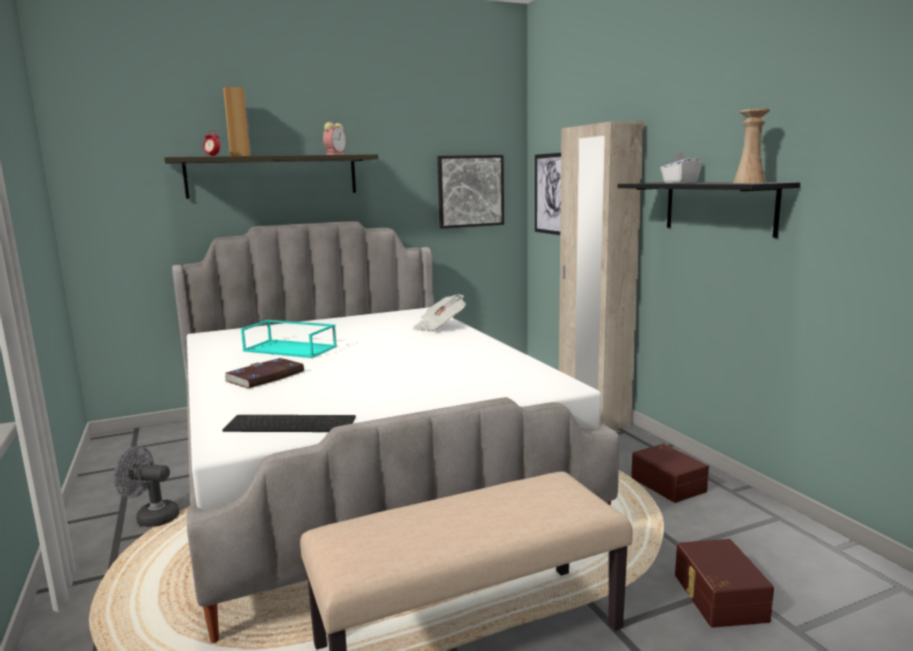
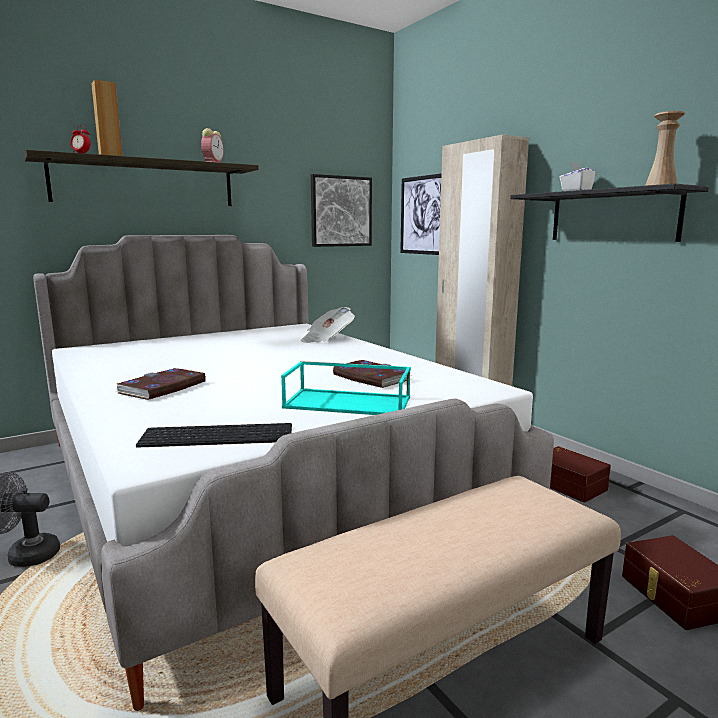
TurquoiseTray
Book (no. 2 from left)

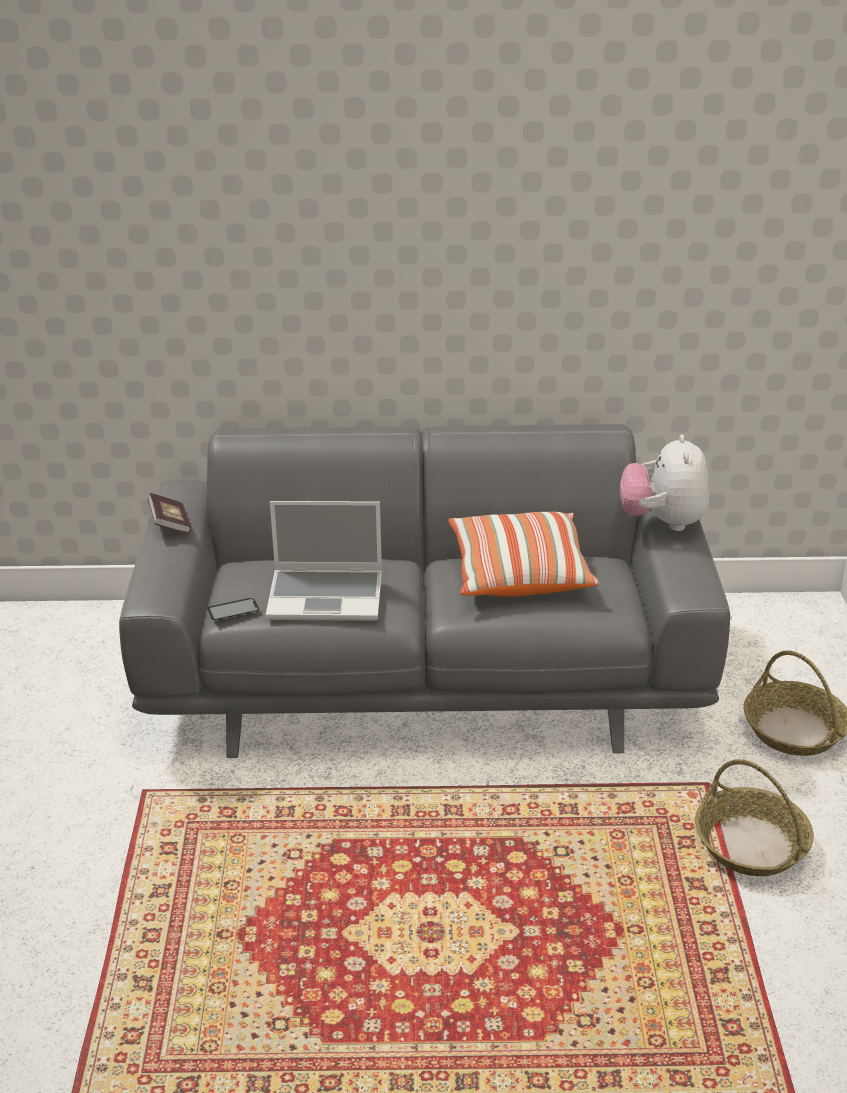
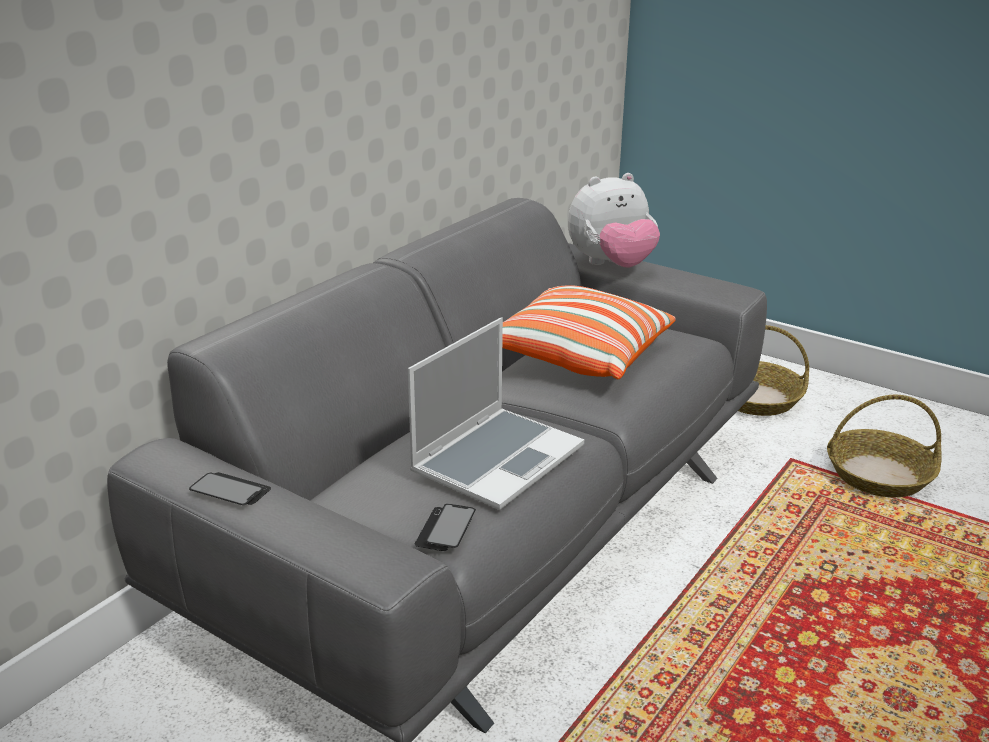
Phone (no. 1 from left)
PlushToy

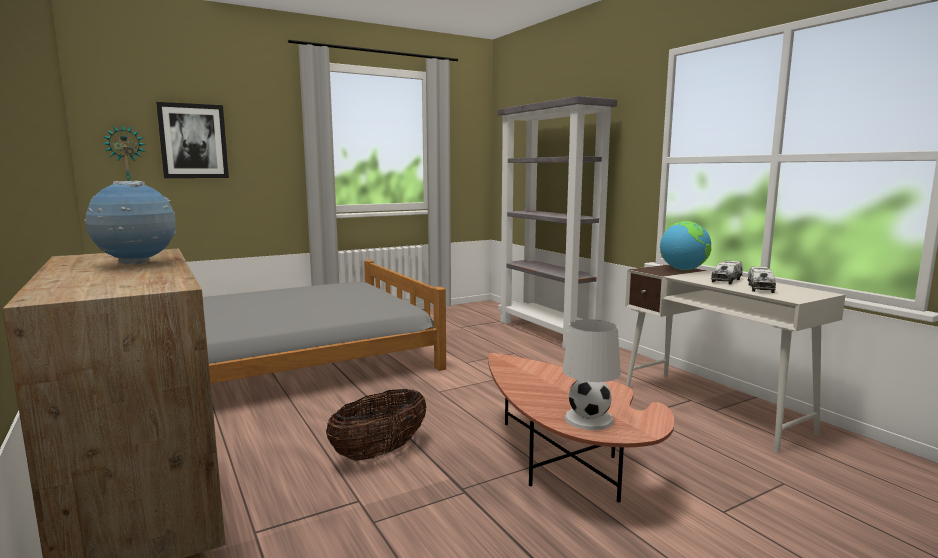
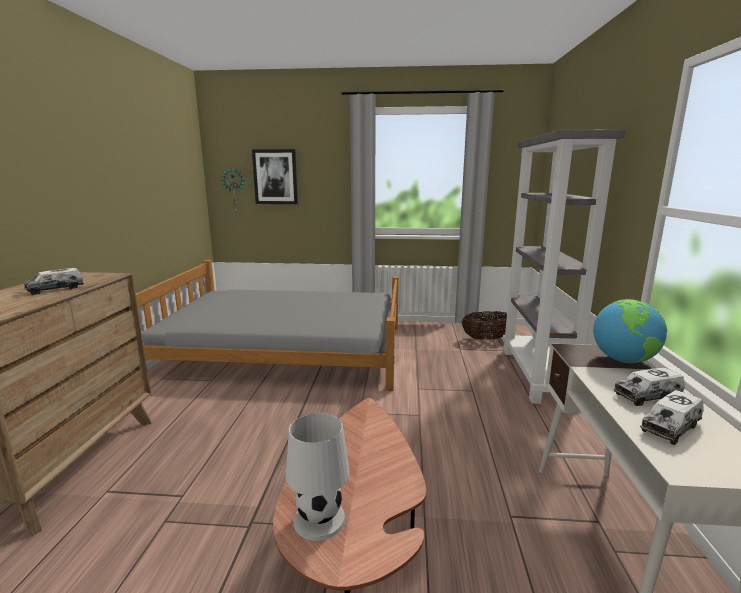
ToyTruck (no. 1 from left)
Basket

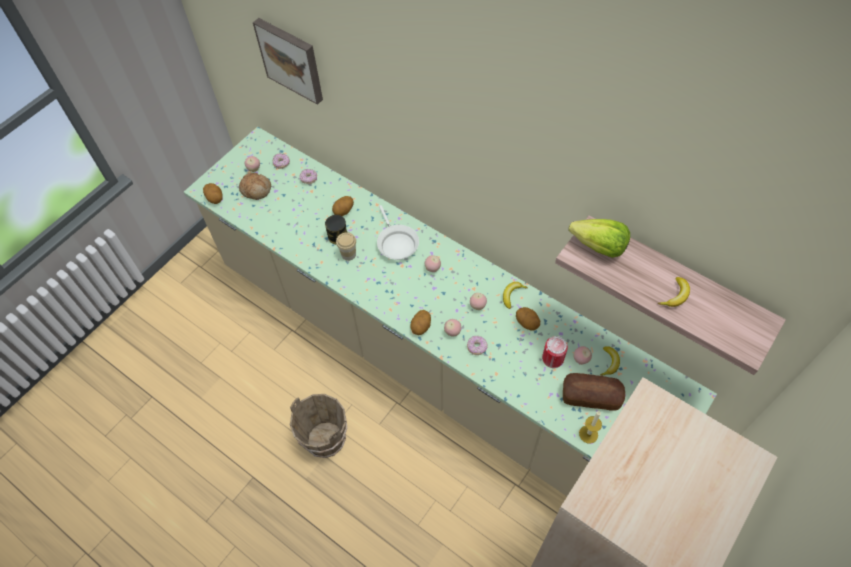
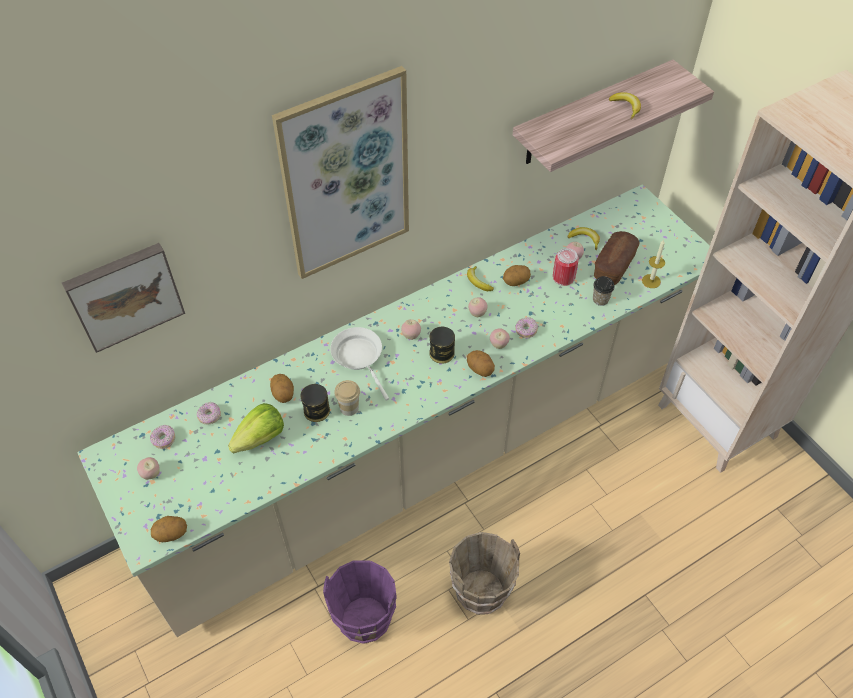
Lettuce
Picture (no. 2 from left)
PurpleBucket
WhiteFryingPan
Can (no. 2 from left)
Cup (no. 2 from left)
Bread (no. 1 from left in the first image)

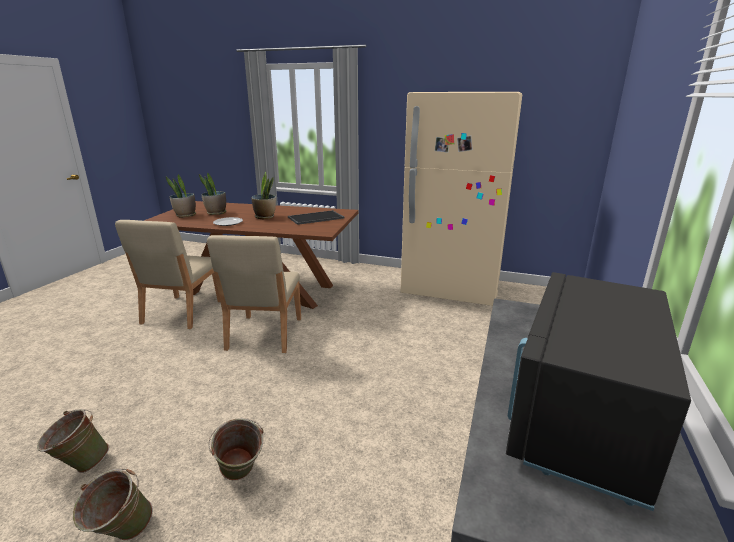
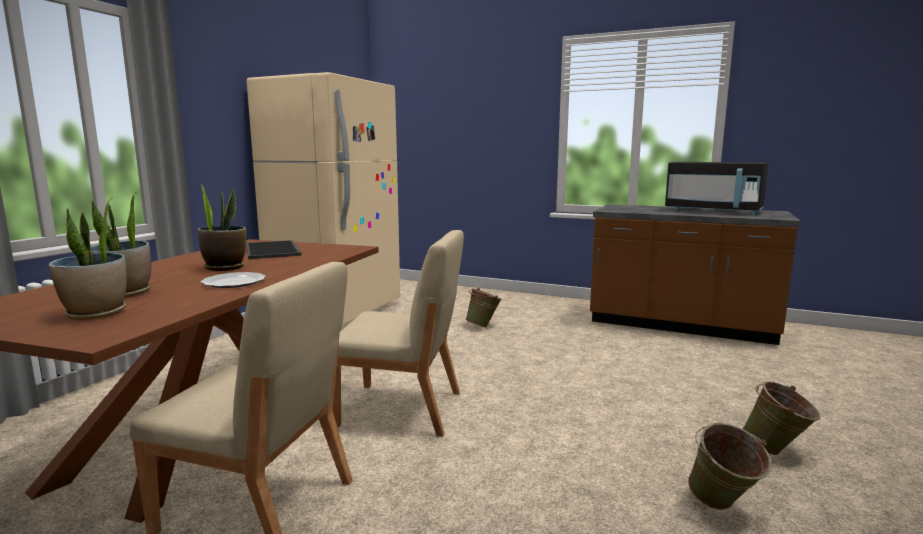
GreenBucket (no. 1 from left)

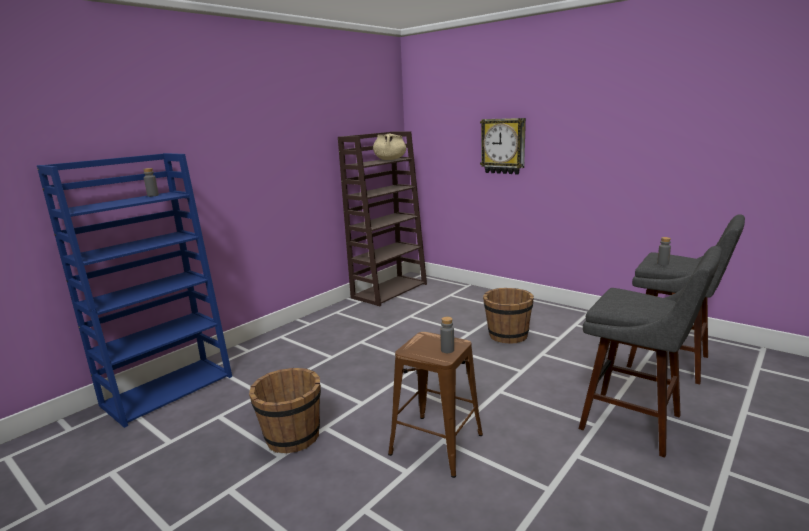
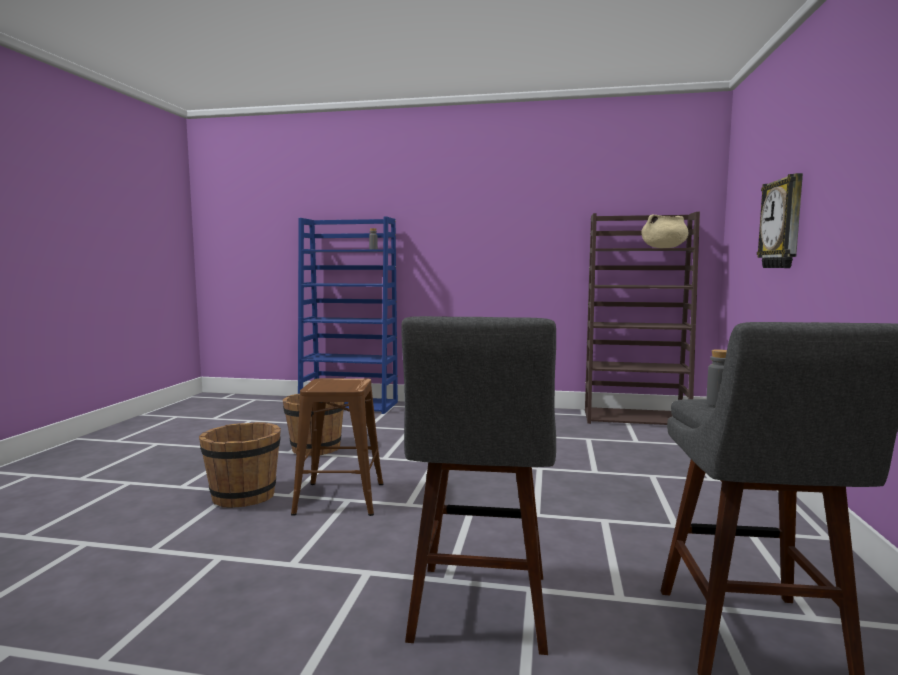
BrownBucket (no. 1 from left)
GreyBottle (no. 2 from left in the first image)

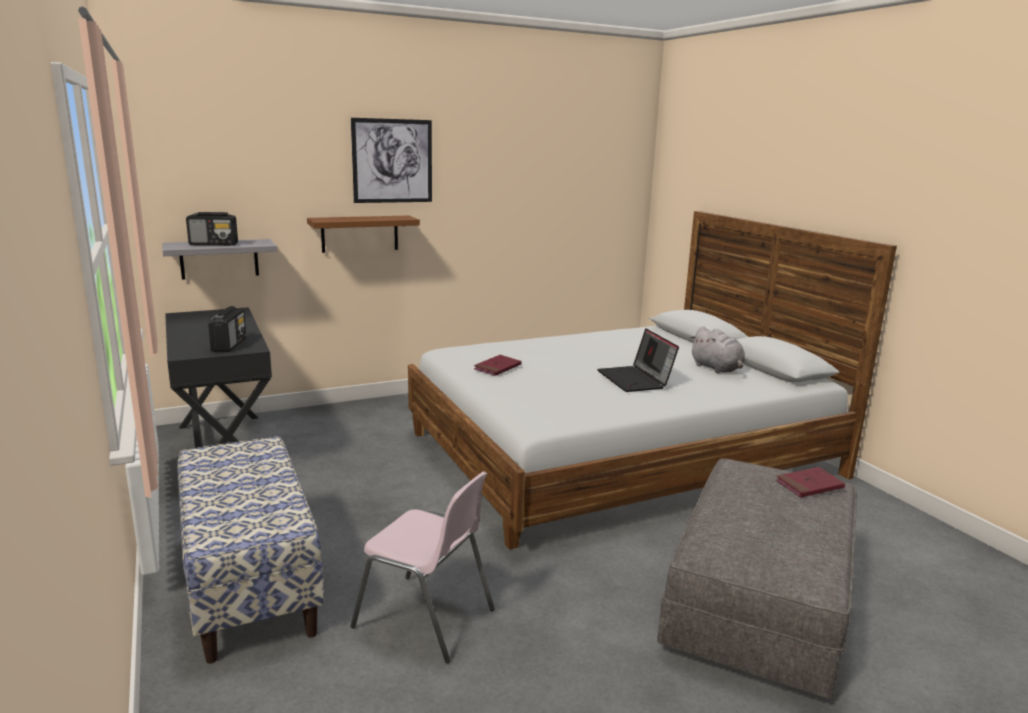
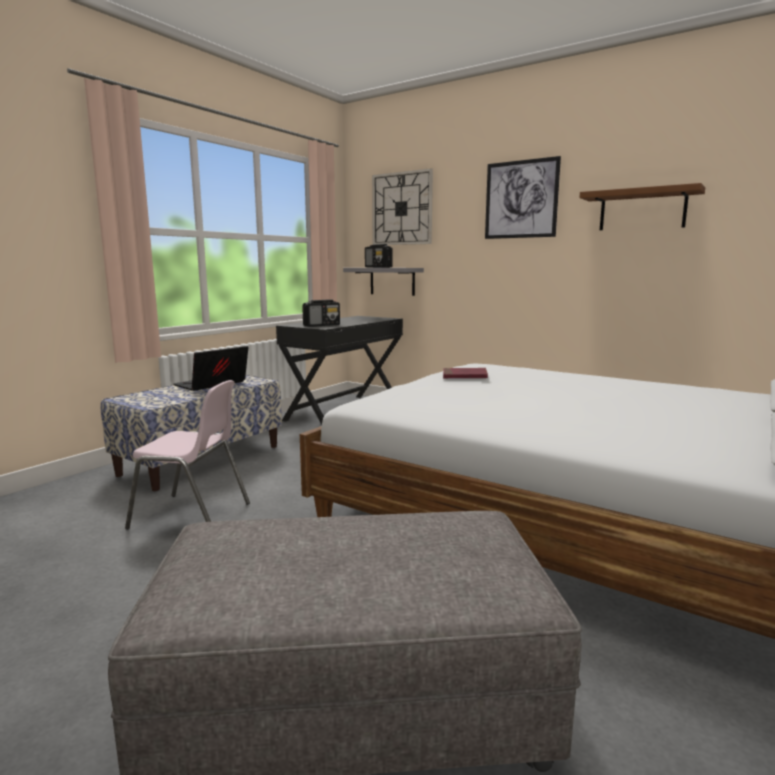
PinkChair
Laptop
WallClock
BrownShelf
GreyPlushToy
RedBook (no. 2 from left in the first image)

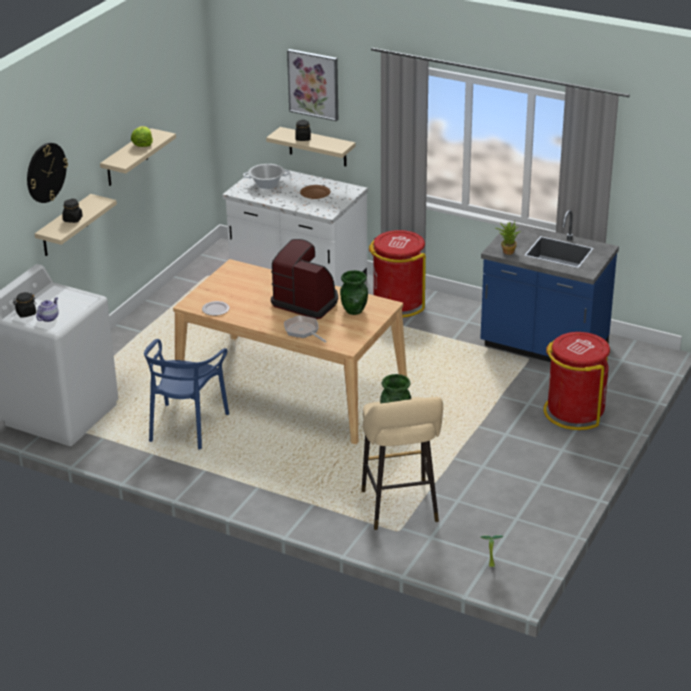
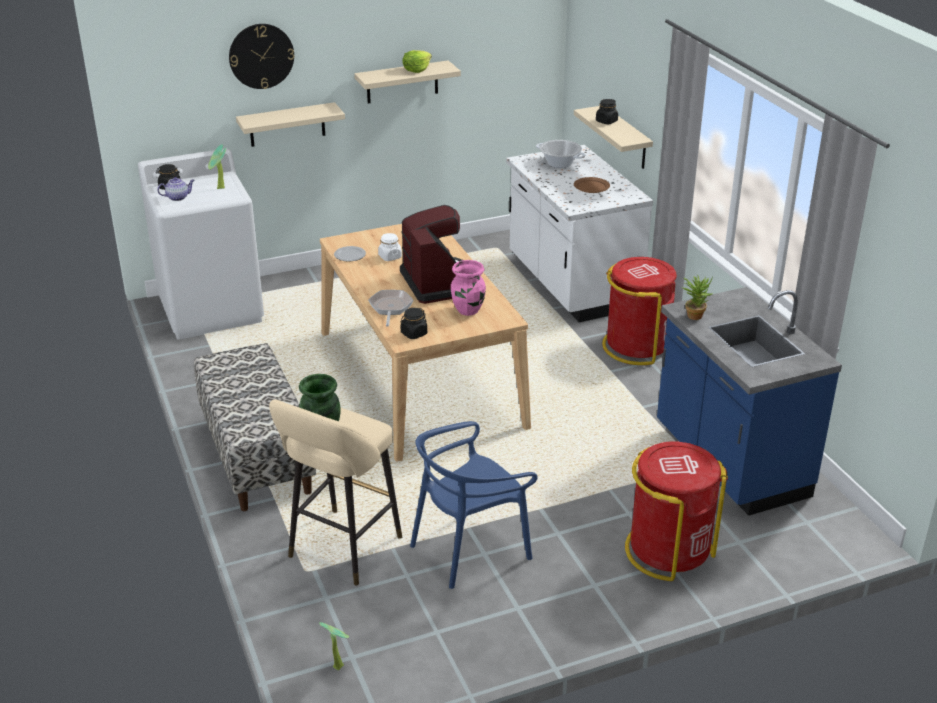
Bench
PottedPlant (no. 1 from left)
WhiteJar
BlackJar (no. 2 from left)
BlueChair
PinkVase
Picture

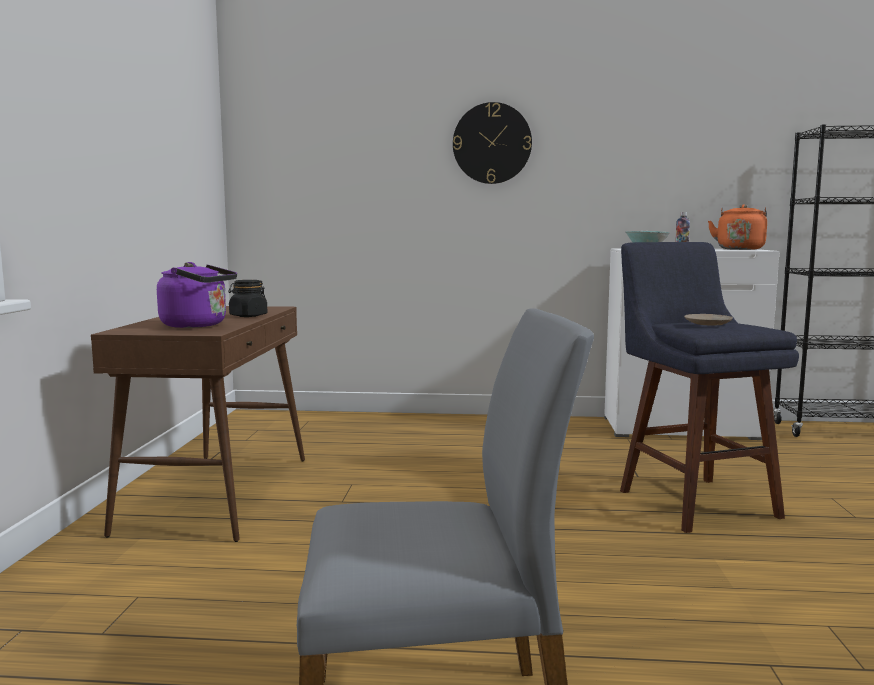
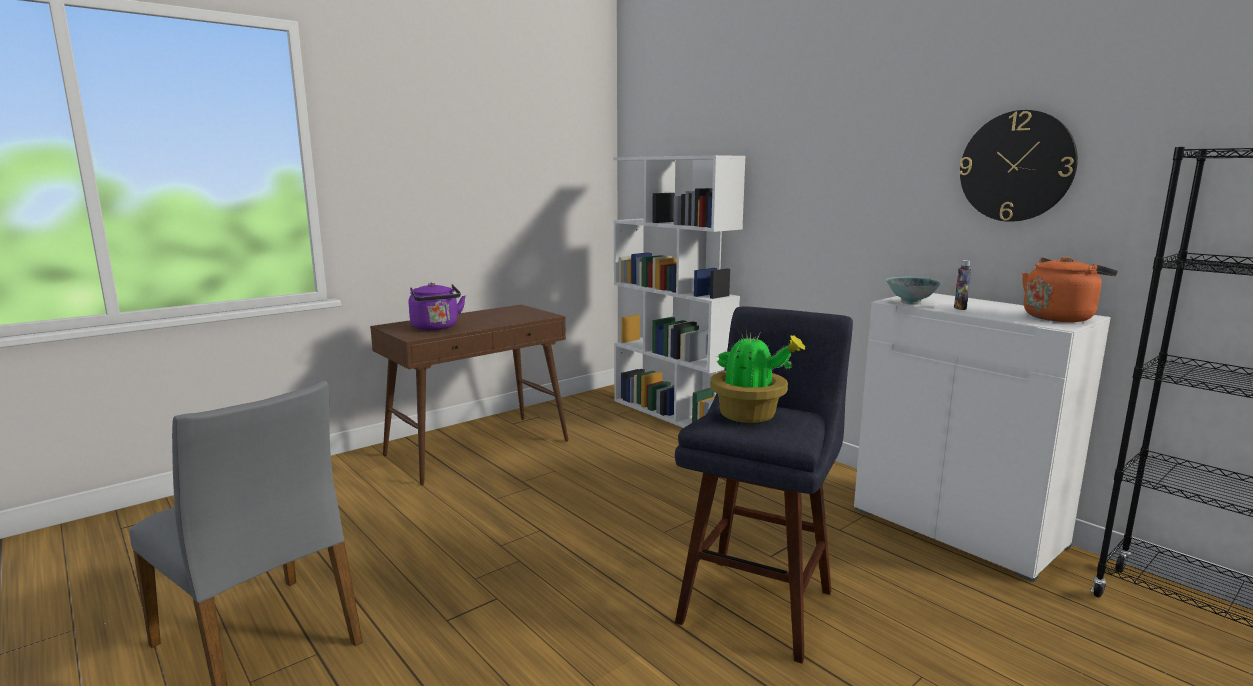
WhiteBookcase
PottedPlant
WallClock
BlackJar

